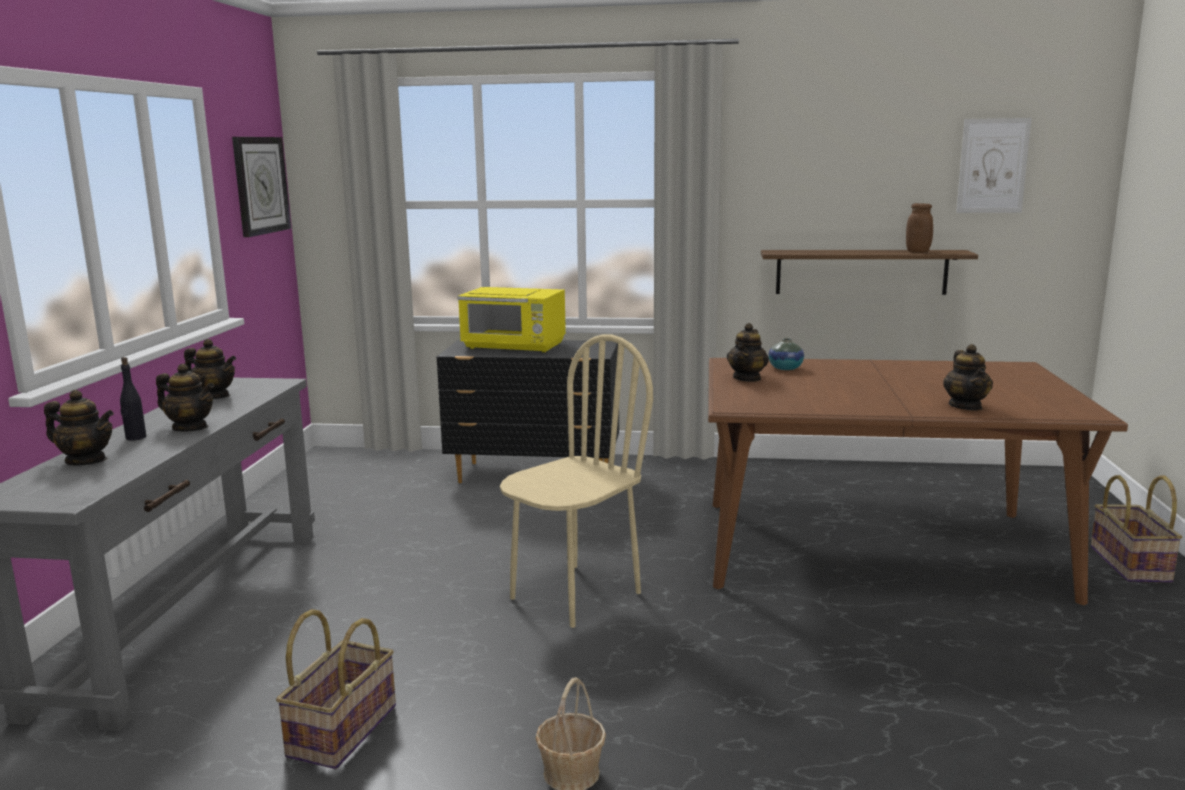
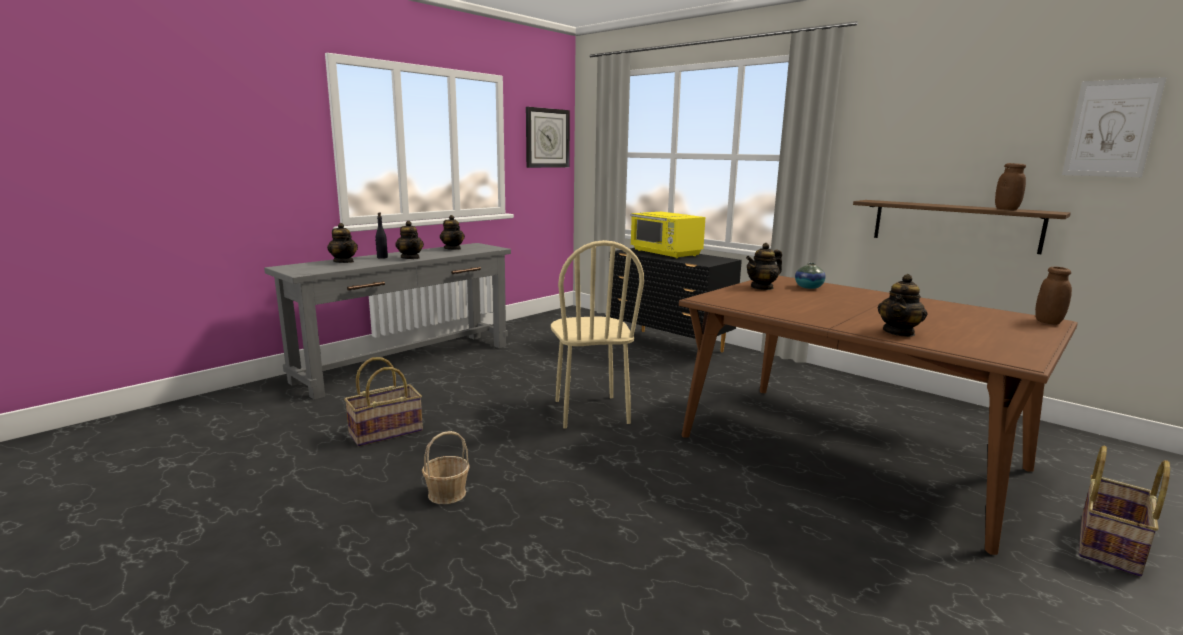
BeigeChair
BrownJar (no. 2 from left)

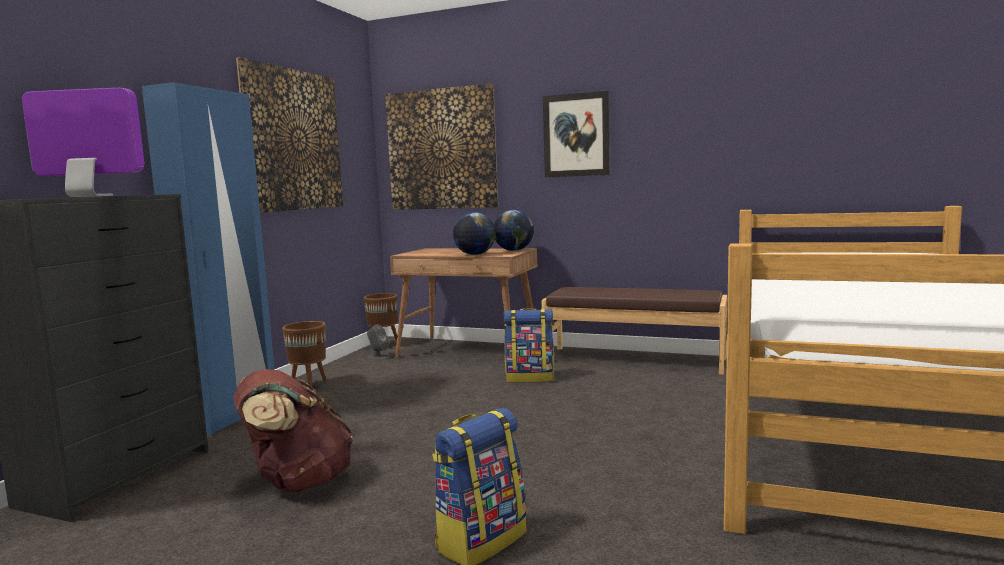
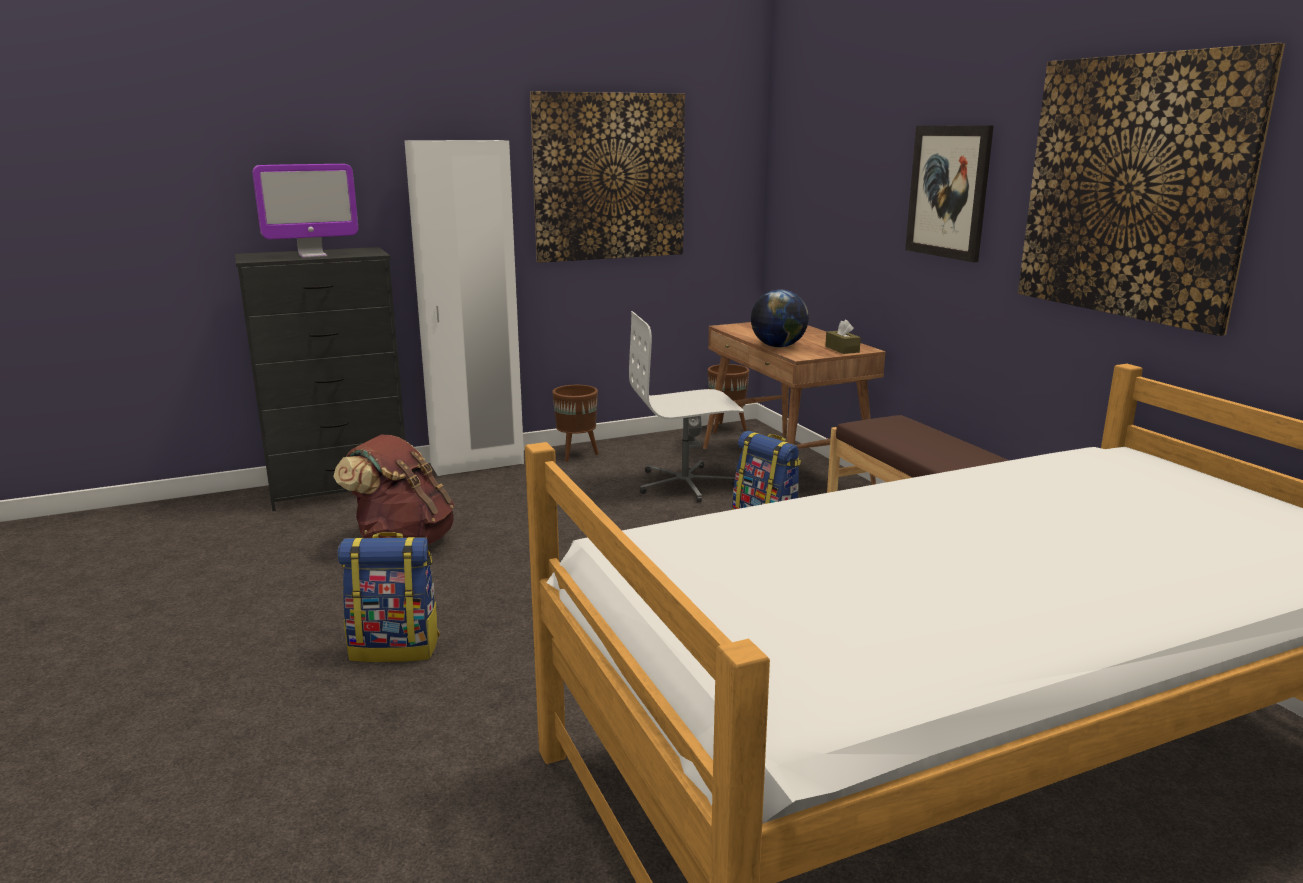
Monitor
WhiteWardrobe
WhiteOfficeChair
BrownTissueBox
Picture (no. 3 from left)

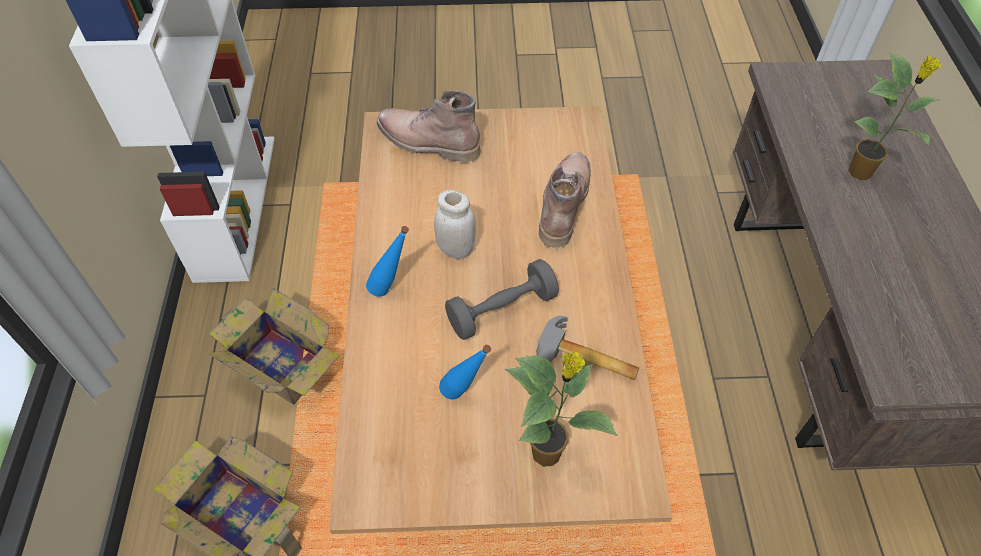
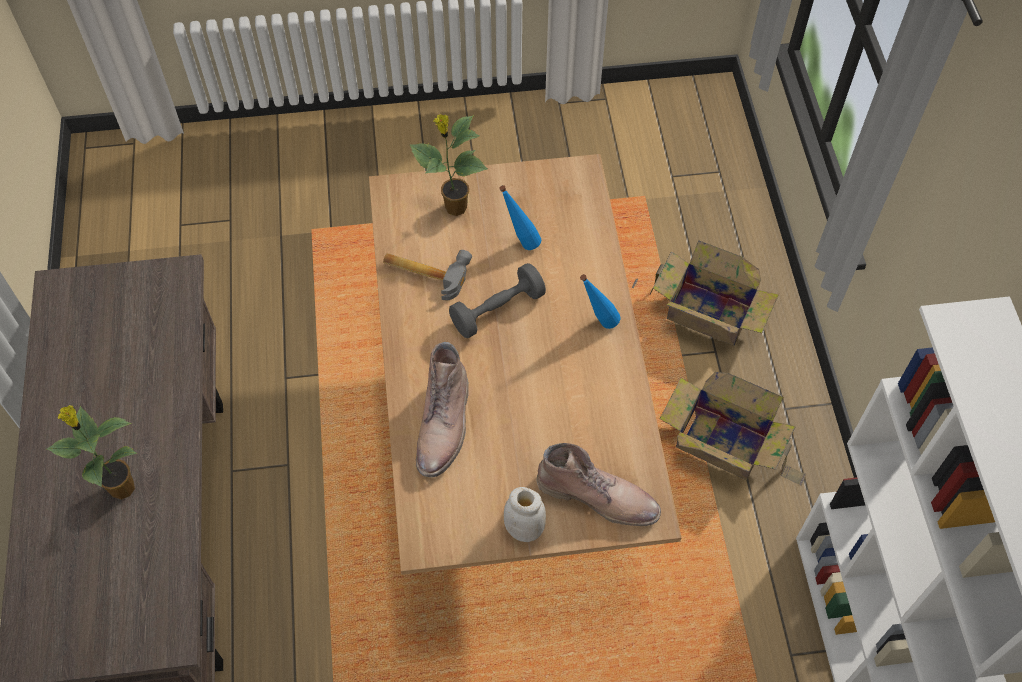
WhiteJar

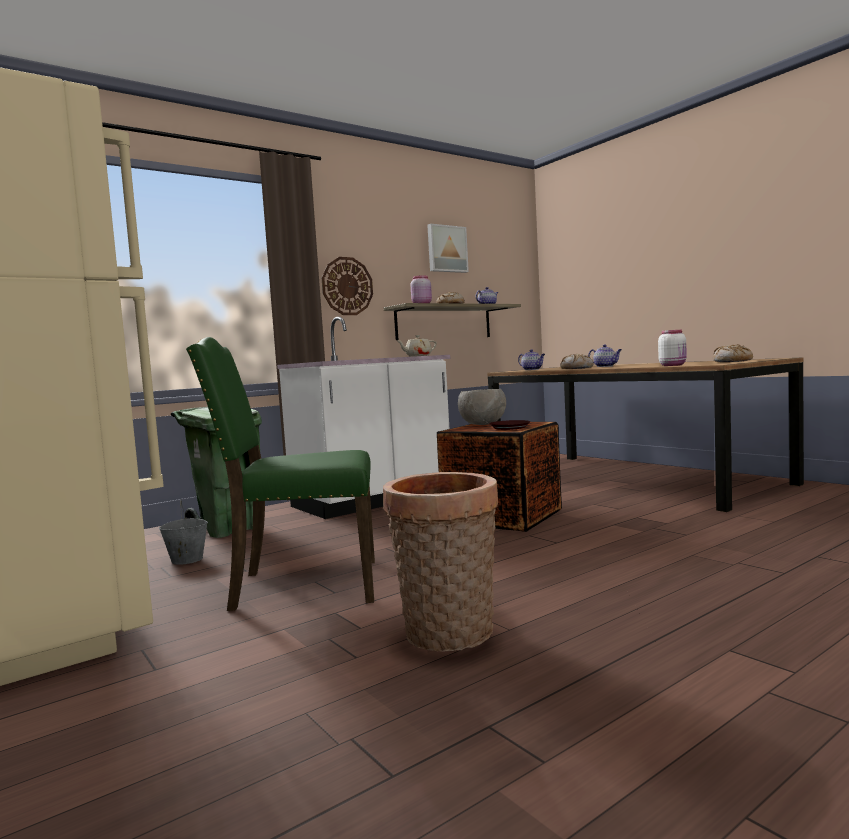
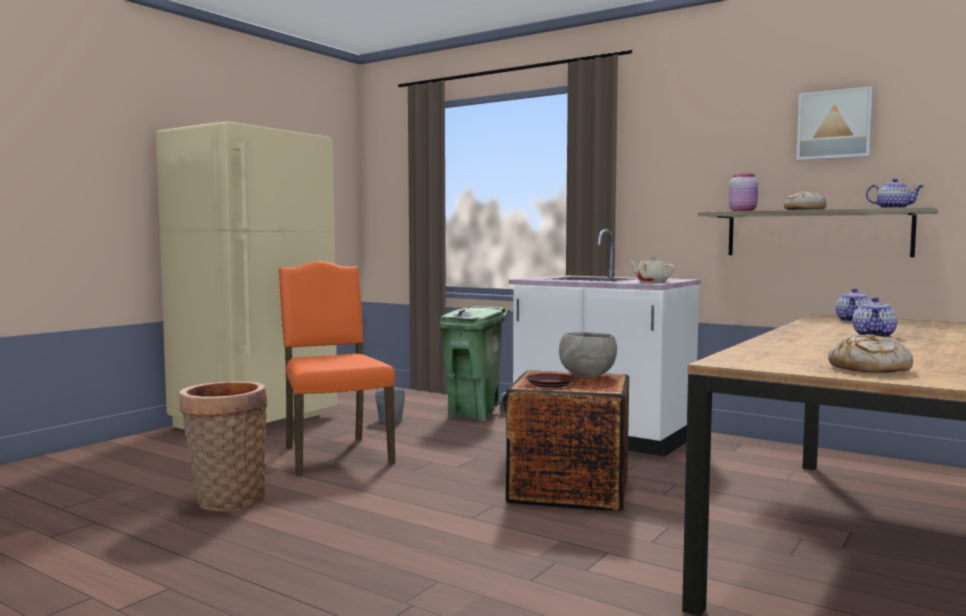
OrangeChair
WallClock
Bread (no. 2 from left in the first image)
WhiteJar

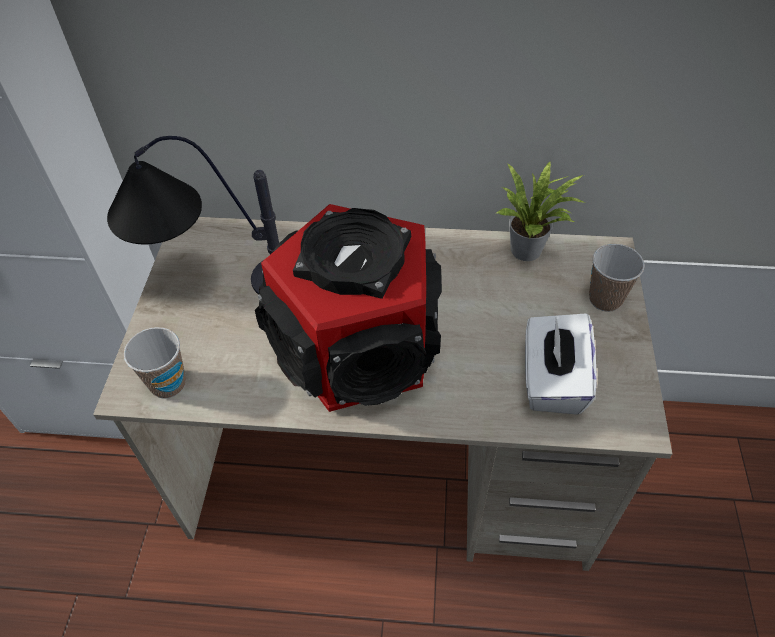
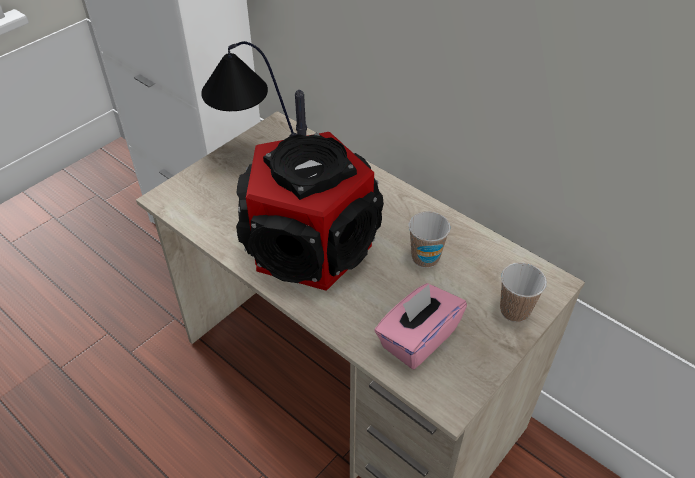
PinkTissueBox
Cup (no. 1 from left)
PottedPlant

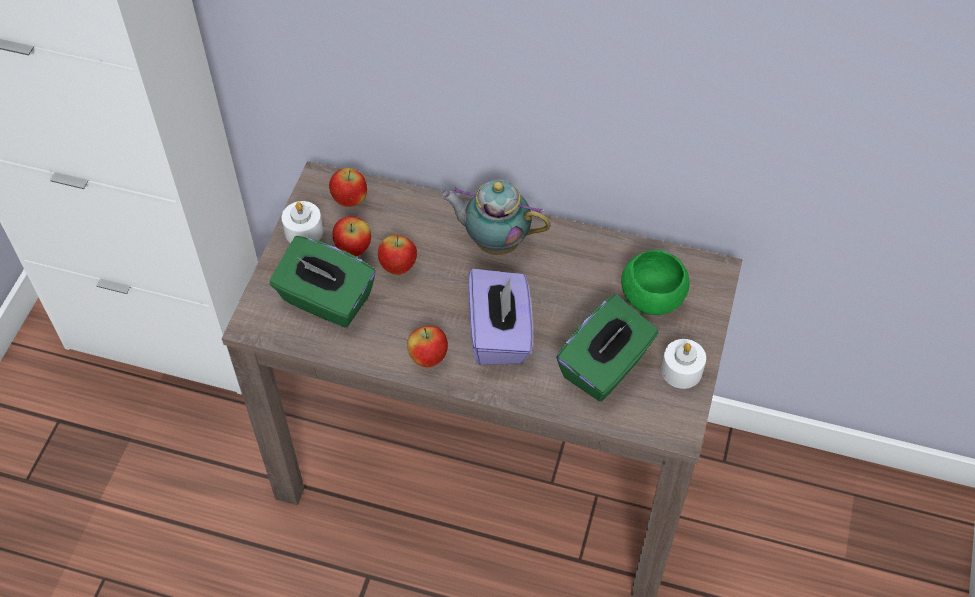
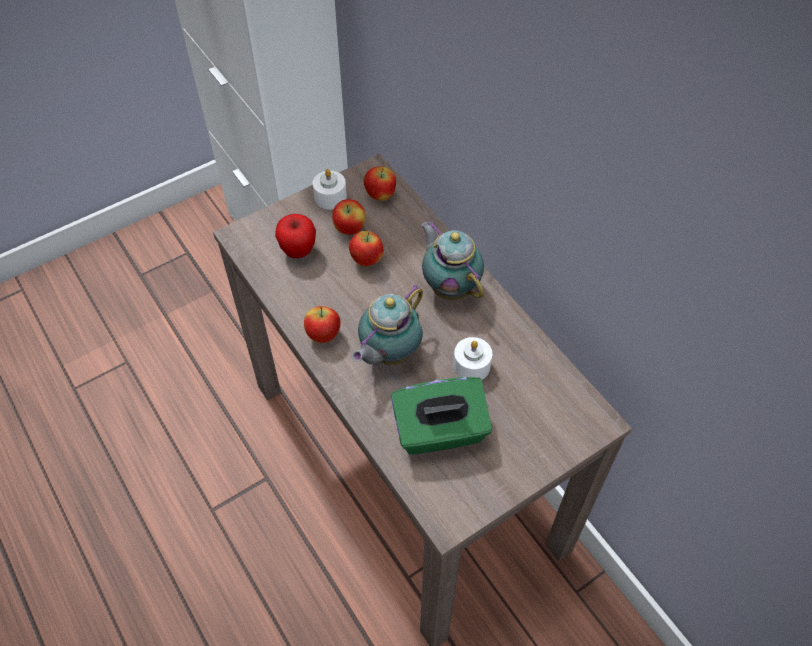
Apple (no. 1 from left)
Teapot (no. 1 from left)
WhiteCandle (no. 2 from left)
GreenBowl

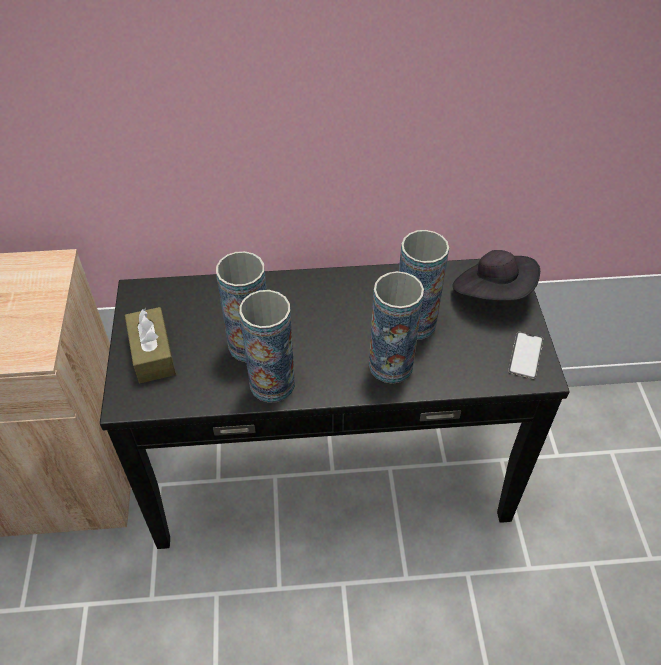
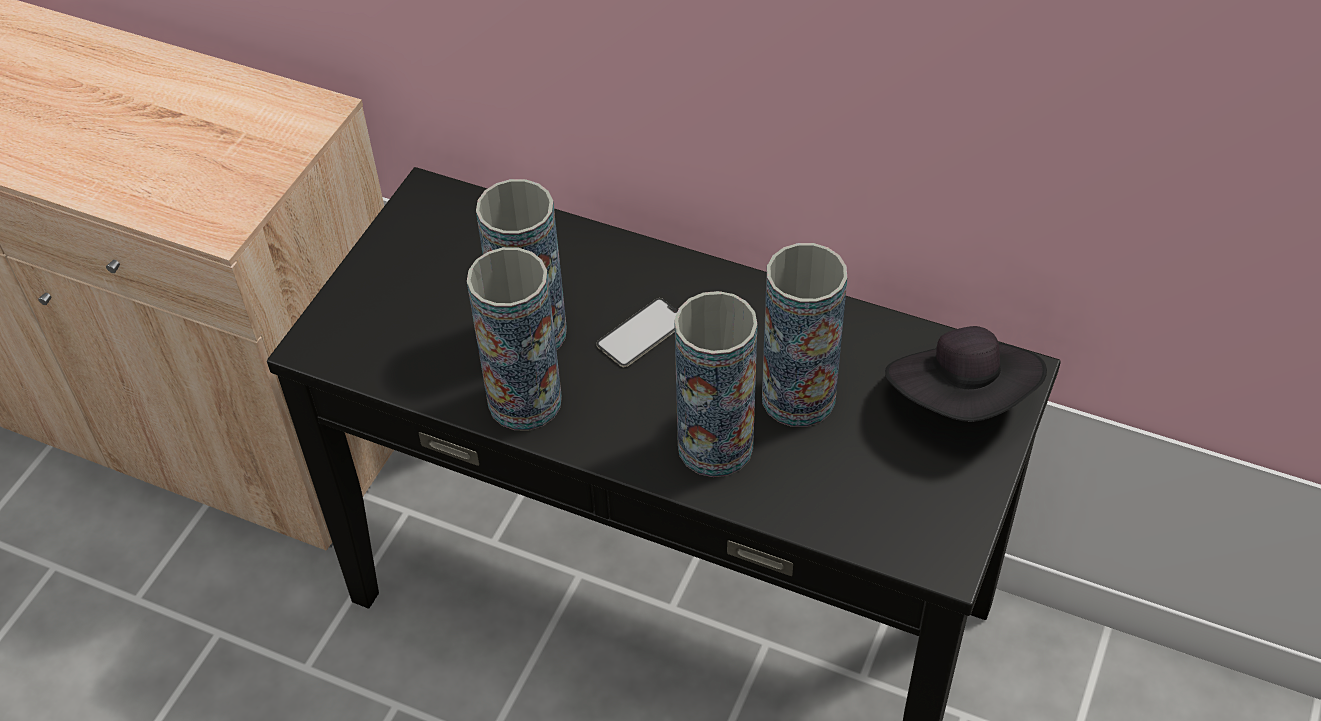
Phone
BrownTissueBox

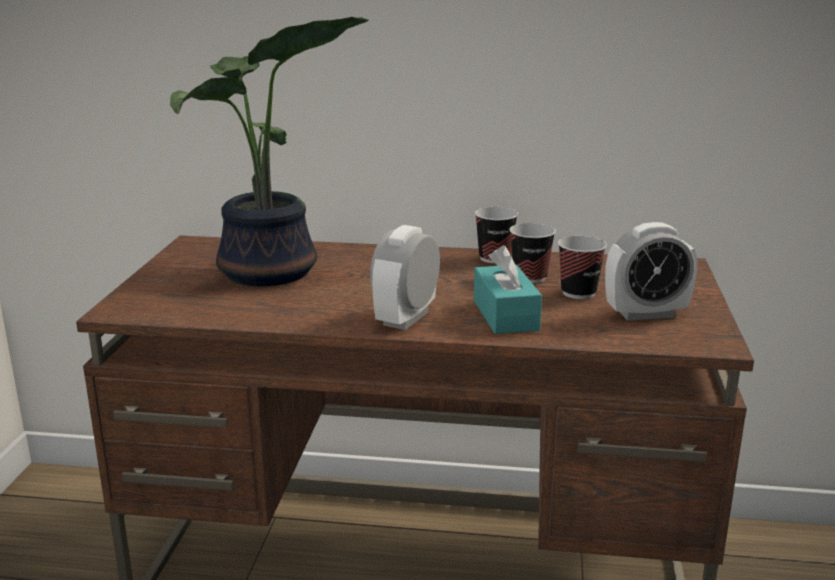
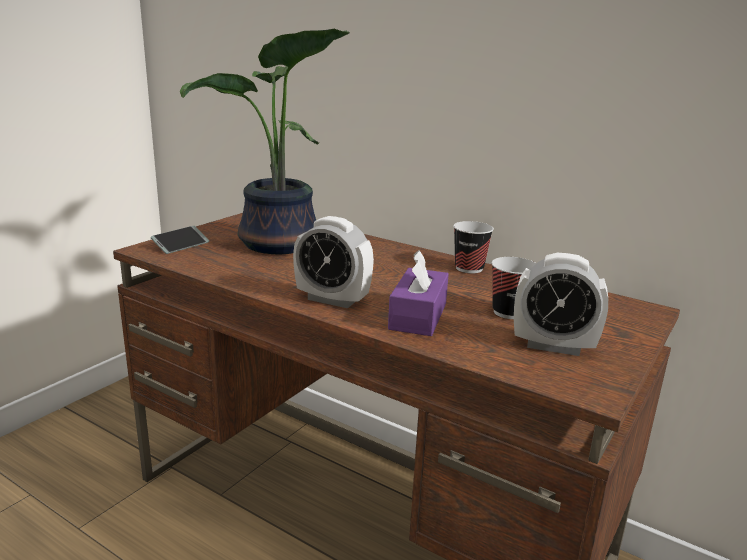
Phone
AlarmClock (no. 1 from left)
PurpleTissueBox
Cup (no. 2 from left in the first image)

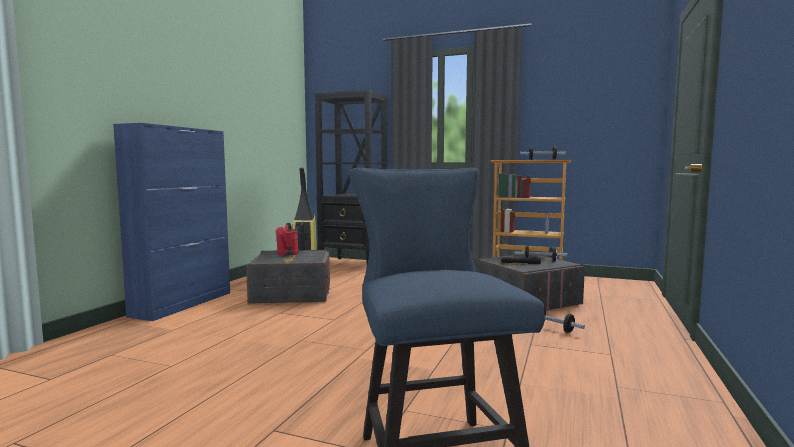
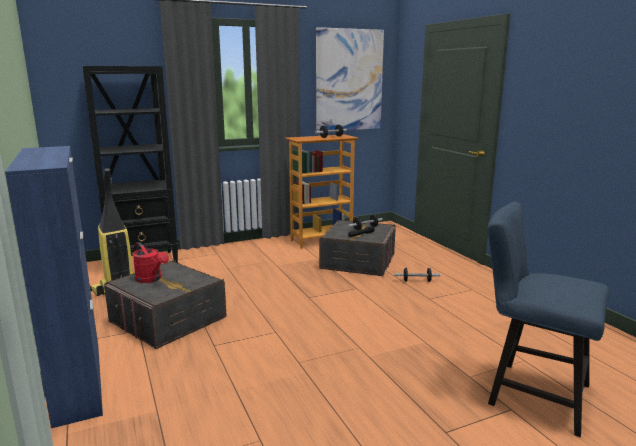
Picture

